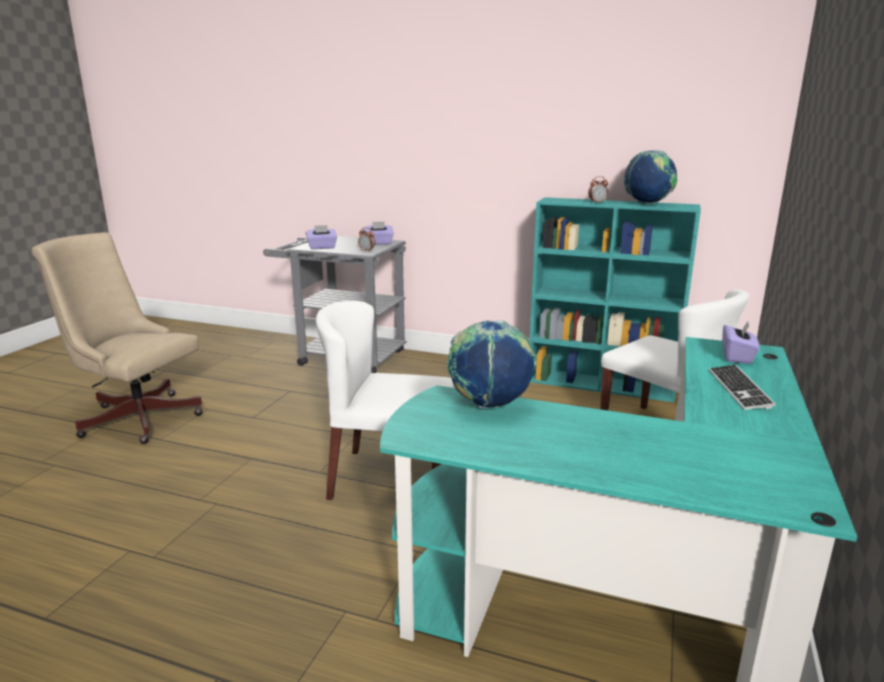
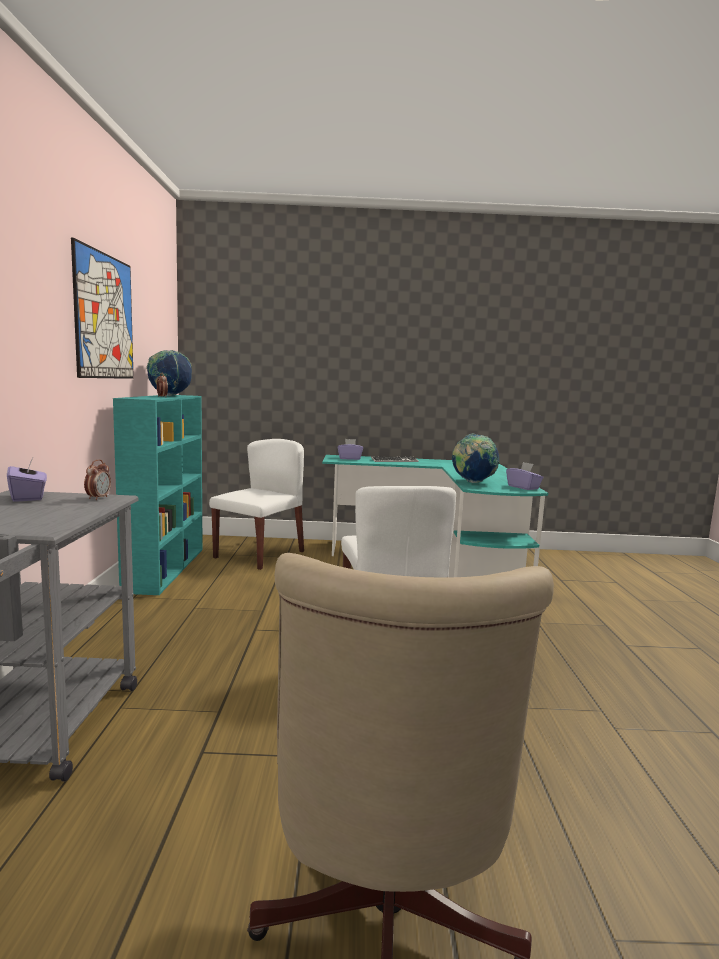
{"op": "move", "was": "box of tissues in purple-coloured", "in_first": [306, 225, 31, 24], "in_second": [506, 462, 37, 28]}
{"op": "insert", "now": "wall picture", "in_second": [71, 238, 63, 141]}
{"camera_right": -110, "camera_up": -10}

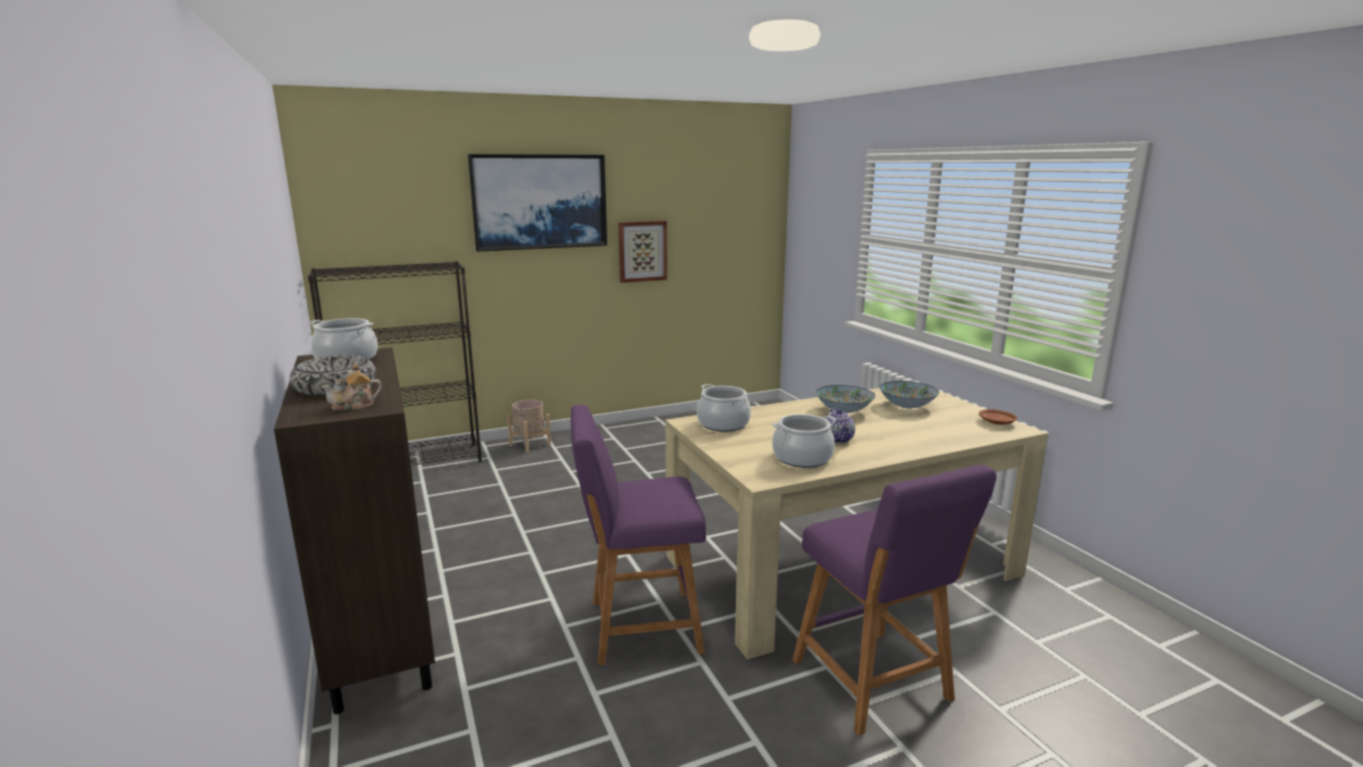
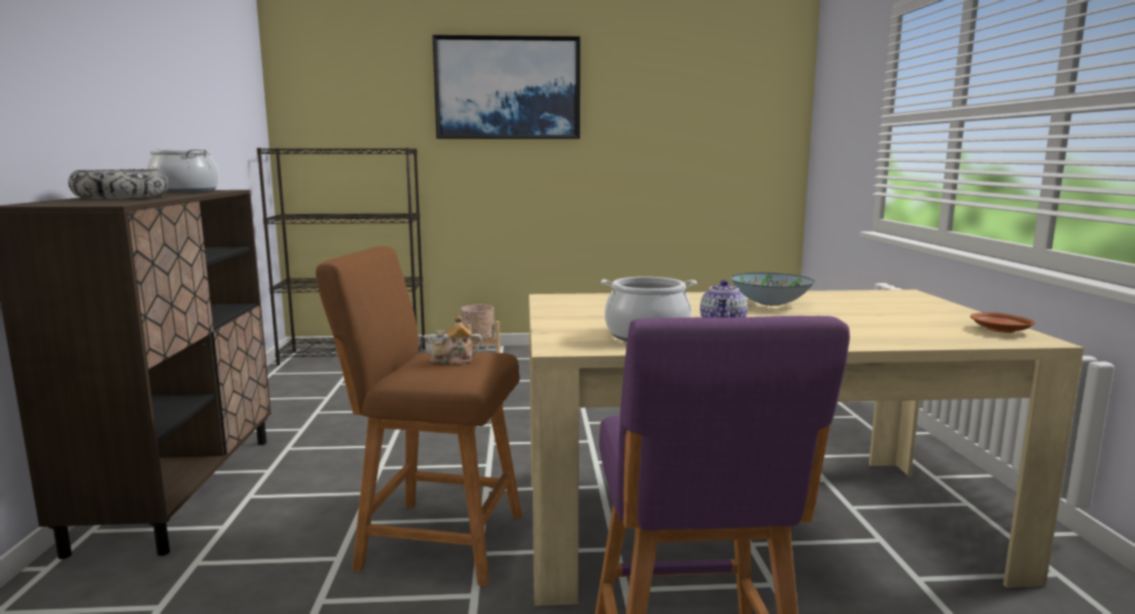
{"op": "move", "was": "teapot", "in_first": [321, 364, 61, 47], "in_second": [422, 315, 60, 50]}
{"op": "recolor", "was": "sitting stool in purple-coloured", "now": "sitting stool in brown-coloured", "in_first": [571, 405, 135, 260], "in_second": [316, 246, 206, 340]}
{"op": "delete", "was": "wall picture", "in_first": [618, 221, 49, 62]}
{"op": "delete", "was": "stockpot", "in_first": [697, 384, 54, 48]}
{"op": "delete", "was": "bowl", "in_first": [879, 381, 60, 28]}
{"camera_right": 20, "camera_up": -5}

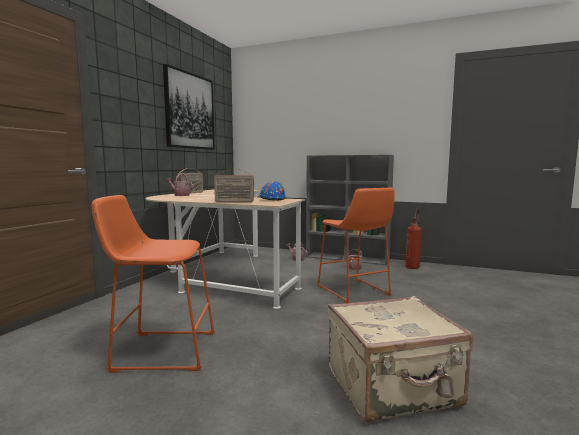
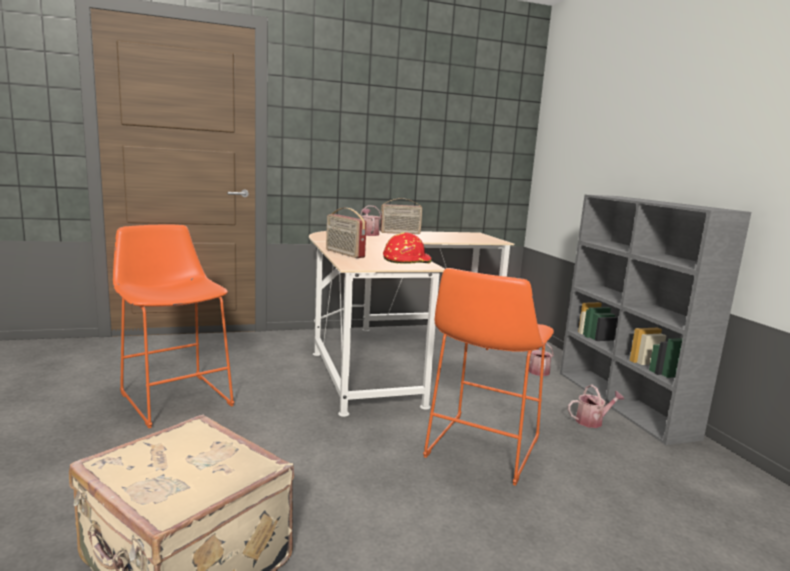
{"op": "delete", "was": "wall picture", "in_first": [163, 64, 52, 86]}
{"op": "recolor", "was": "work helmet in blue", "now": "work helmet in red", "in_first": [260, 181, 27, 20], "in_second": [383, 232, 49, 32]}
{"op": "delete", "was": "fire-fighting cylinder", "in_first": [406, 209, 16, 60]}
{"camera_right": 50, "camera_up": 5}

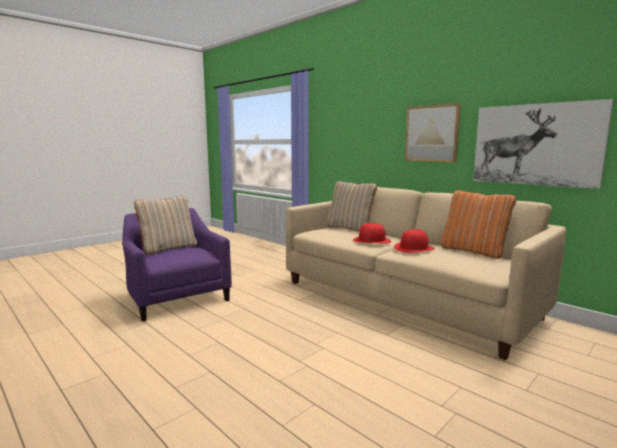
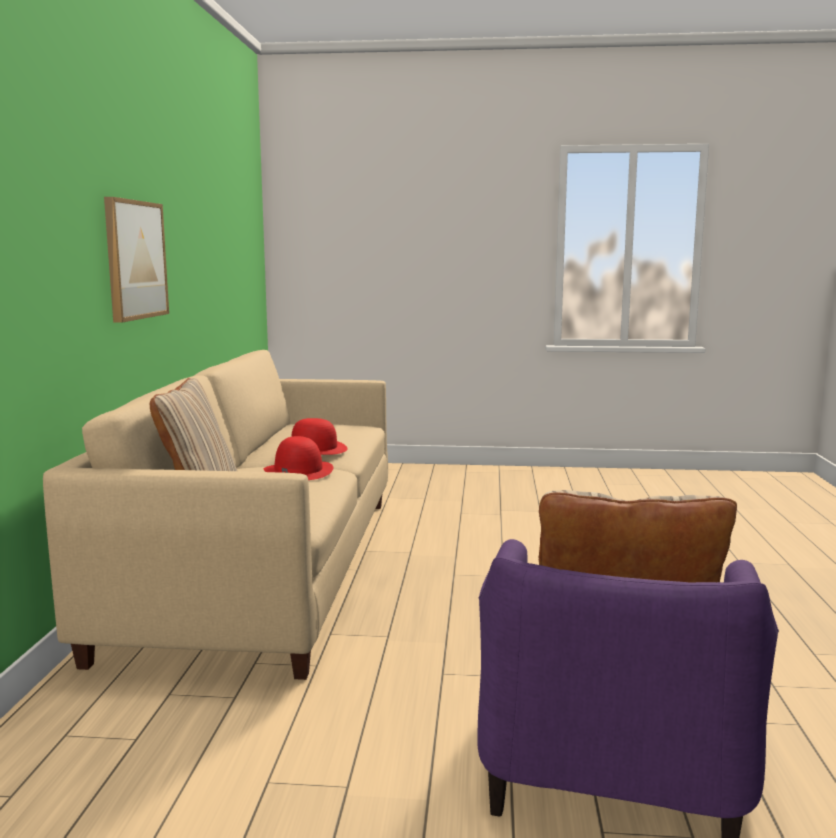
{"op": "delete", "was": "pillow in orange-coloured", "in_first": [441, 190, 75, 69]}
{"op": "delete", "was": "wall picture", "in_first": [473, 99, 141, 90]}
{"camera_right": -130, "camera_up": 0}

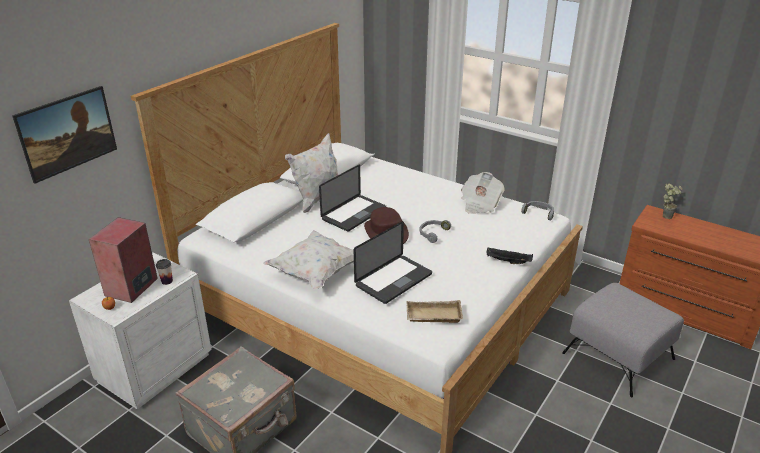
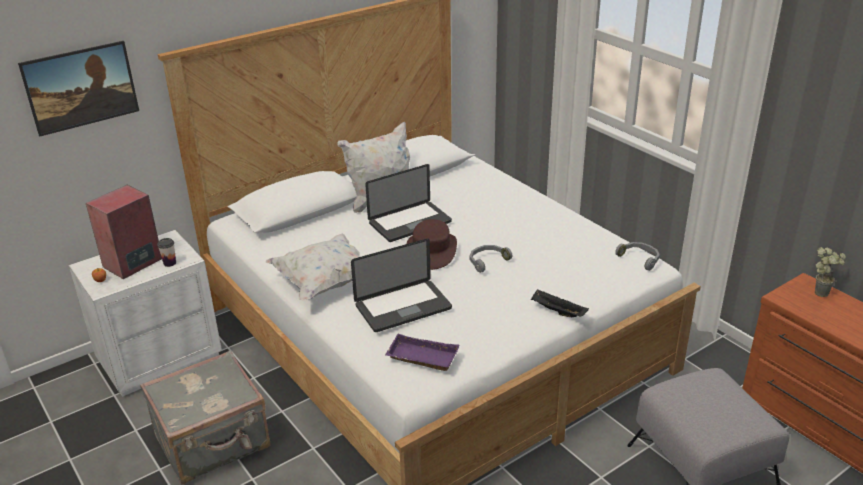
{"op": "recolor", "was": "tray in beige", "now": "tray in purple-coloured", "in_first": [406, 300, 57, 23], "in_second": [385, 334, 75, 37]}
{"op": "delete", "was": "printed paper", "in_first": [461, 172, 44, 42]}
{"camera_right": 20, "camera_up": 0}

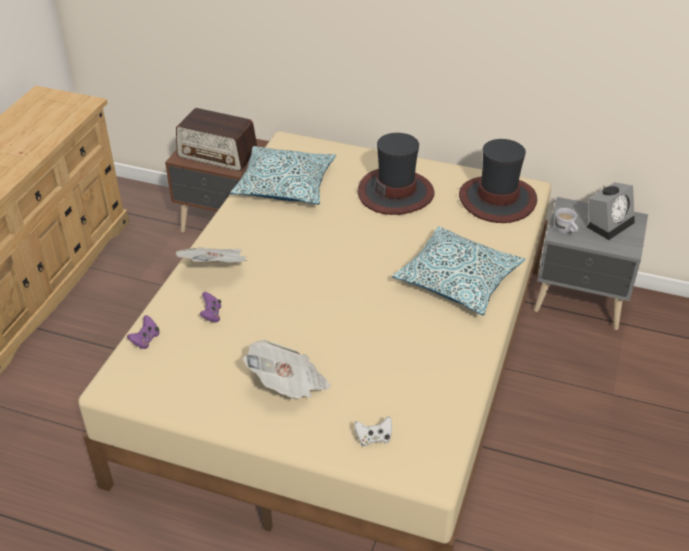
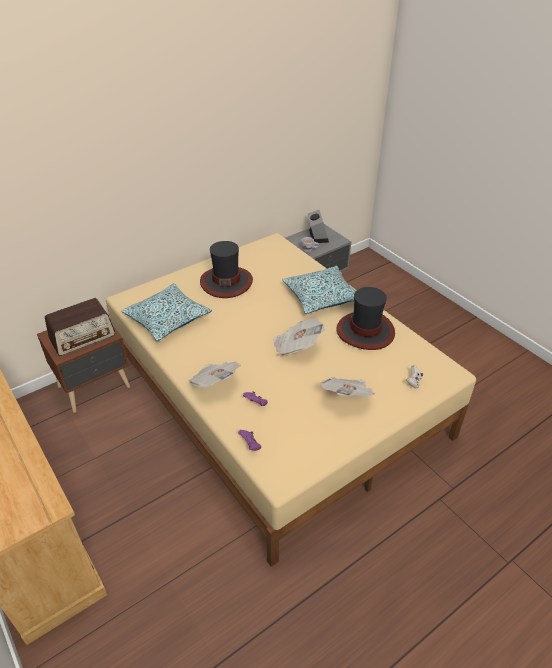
{"op": "move", "was": "hat", "in_first": [459, 139, 78, 84], "in_second": [337, 287, 58, 63]}
{"op": "insert", "now": "printed paper", "in_second": [273, 318, 51, 38]}
{"camera_right": -55, "camera_up": 0}

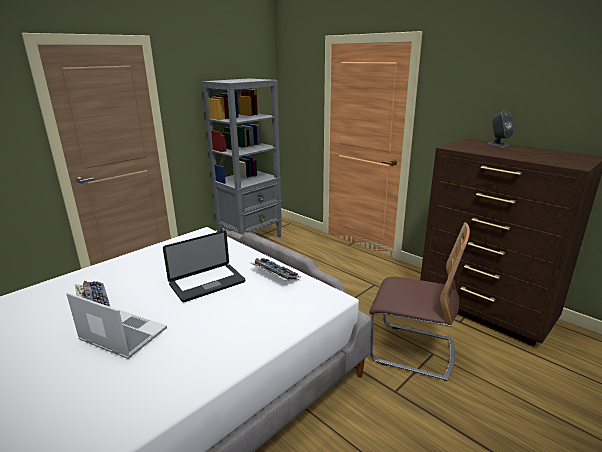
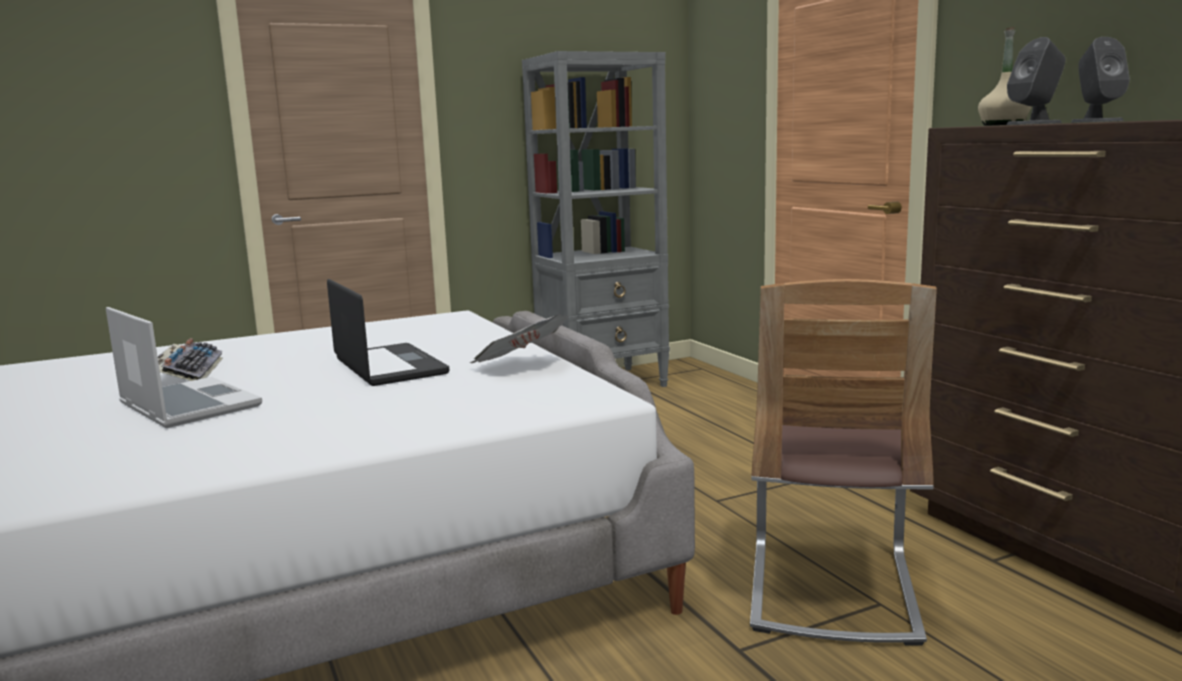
{"op": "rotate", "was": "notebook computer", "in_first": [163, 230, 82, 72], "in_second": [327, 279, 122, 107], "clockwise": -105}
{"op": "replace", "was": "keyboard", "now": "printed paper", "in_first": [250, 258, 52, 22], "in_second": [470, 314, 99, 49]}
{"op": "rotate", "was": "upright chair", "in_first": [370, 222, 100, 159], "in_second": [750, 279, 187, 367], "clockwise": 60}
{"op": "insert", "now": "beverage bottle in beige", "in_second": [978, 27, 54, 99]}
{"op": "insert", "now": "loudspeaker in grey", "in_second": [1006, 37, 60, 88]}
{"camera_right": 20, "camera_up": -10}

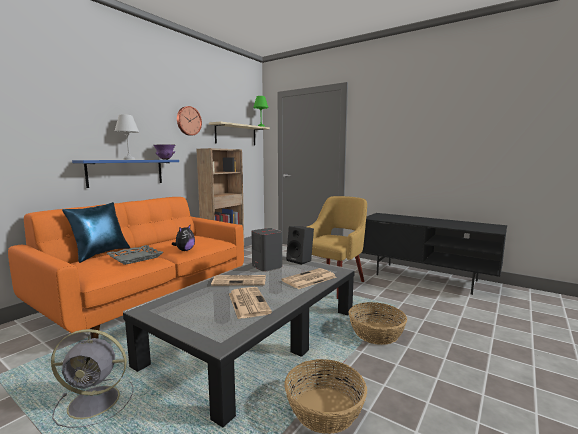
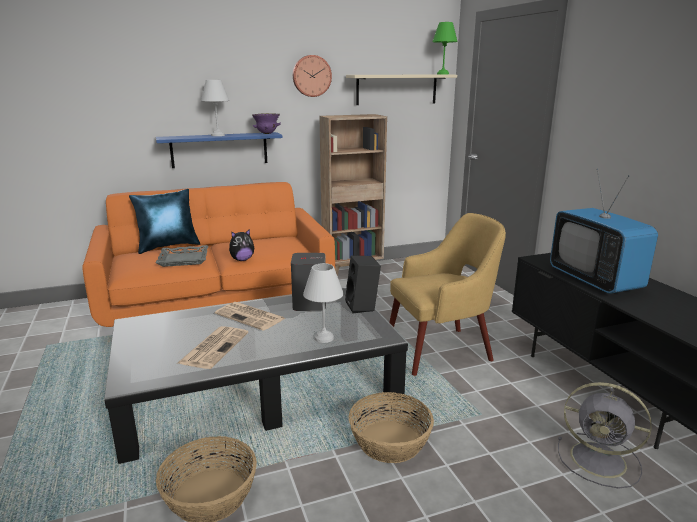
{"op": "move", "was": "electric fan in grey", "in_first": [51, 329, 82, 99], "in_second": [558, 382, 94, 106]}
{"op": "replace", "was": "printed paper", "now": "lamp for a table in white", "in_first": [281, 268, 56, 21], "in_second": [303, 263, 41, 80]}
{"op": "insert", "now": "TV set", "in_second": [550, 169, 108, 125]}
{"camera_right": 35, "camera_up": 10}

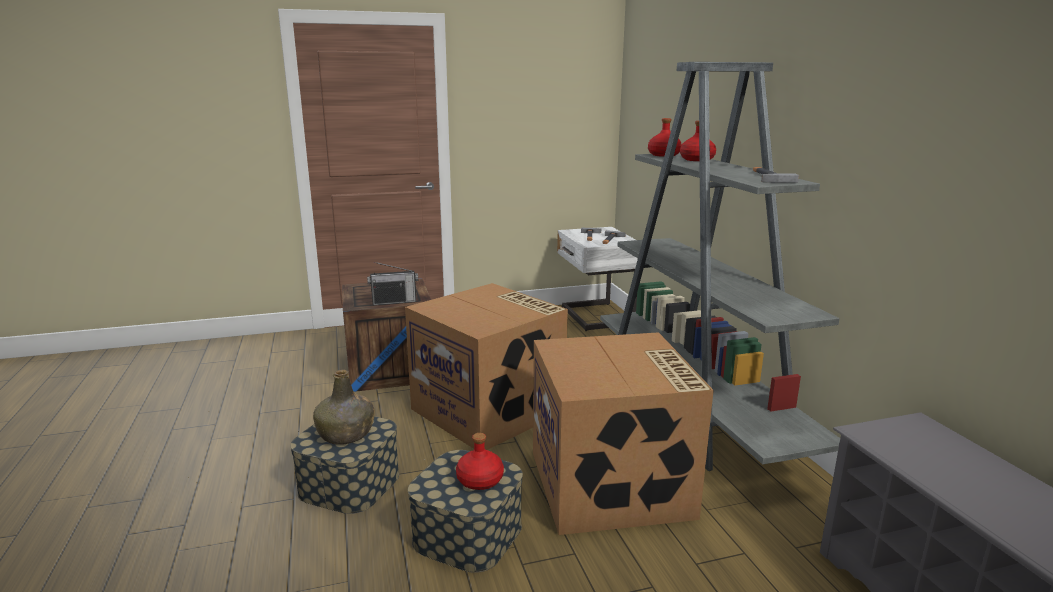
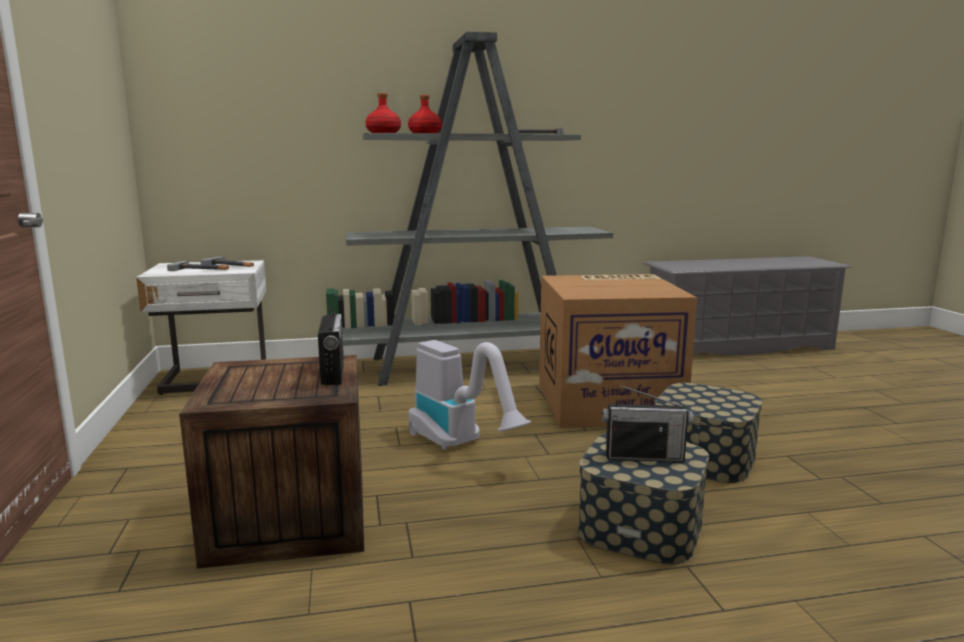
{"op": "replace", "was": "beverage bottle in green", "now": "radio receiver", "in_first": [313, 370, 62, 75], "in_second": [602, 385, 92, 77]}
{"op": "replace", "was": "packing box", "now": "vacuum cleaner", "in_first": [405, 283, 163, 167], "in_second": [409, 340, 122, 110]}
{"op": "delete", "was": "beverage bottle in red", "in_first": [456, 433, 48, 57]}
{"camera_right": -85, "camera_up": -5}

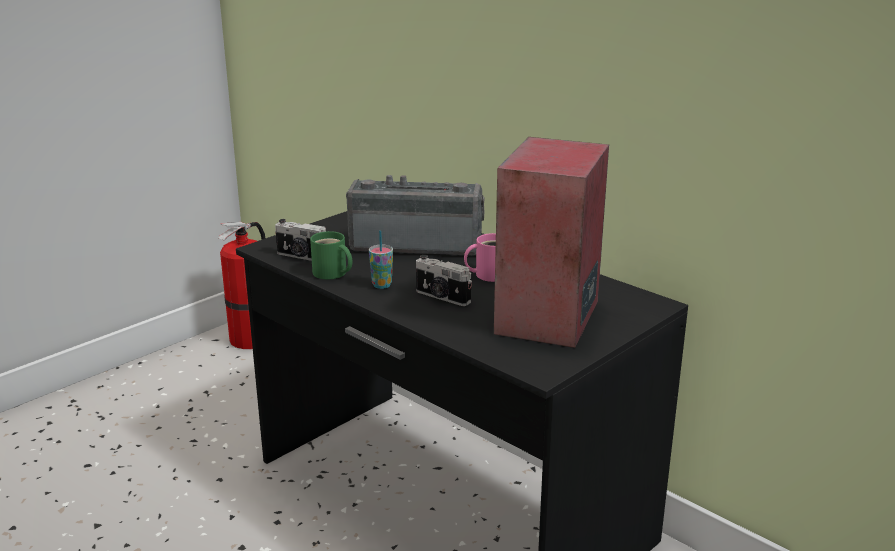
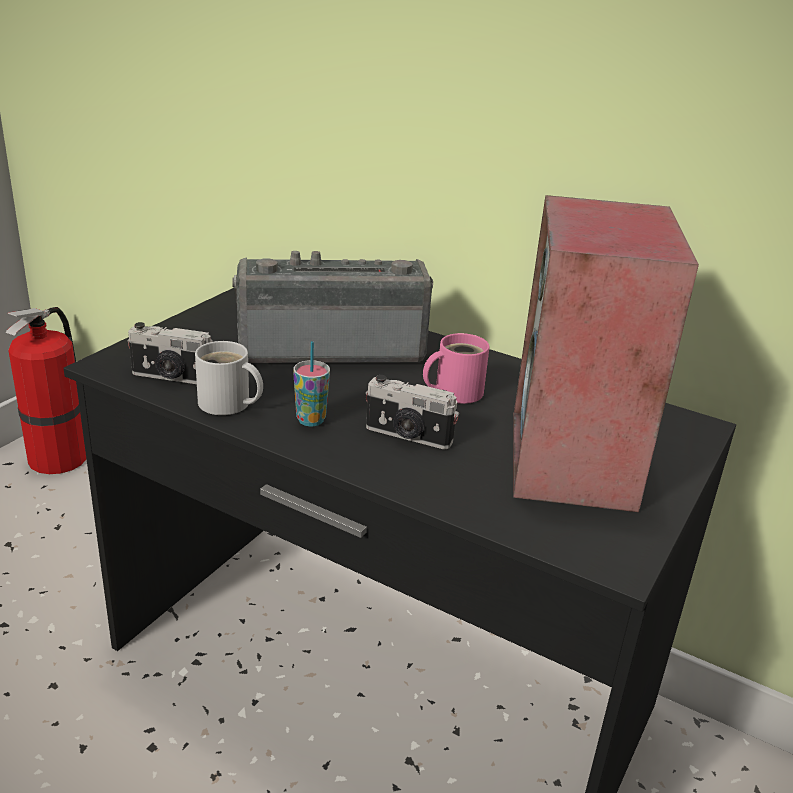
{"op": "recolor", "was": "tea mug in green", "now": "tea mug in white", "in_first": [310, 231, 42, 48], "in_second": [195, 341, 68, 74]}
{"camera_right": -15, "camera_up": 5}

